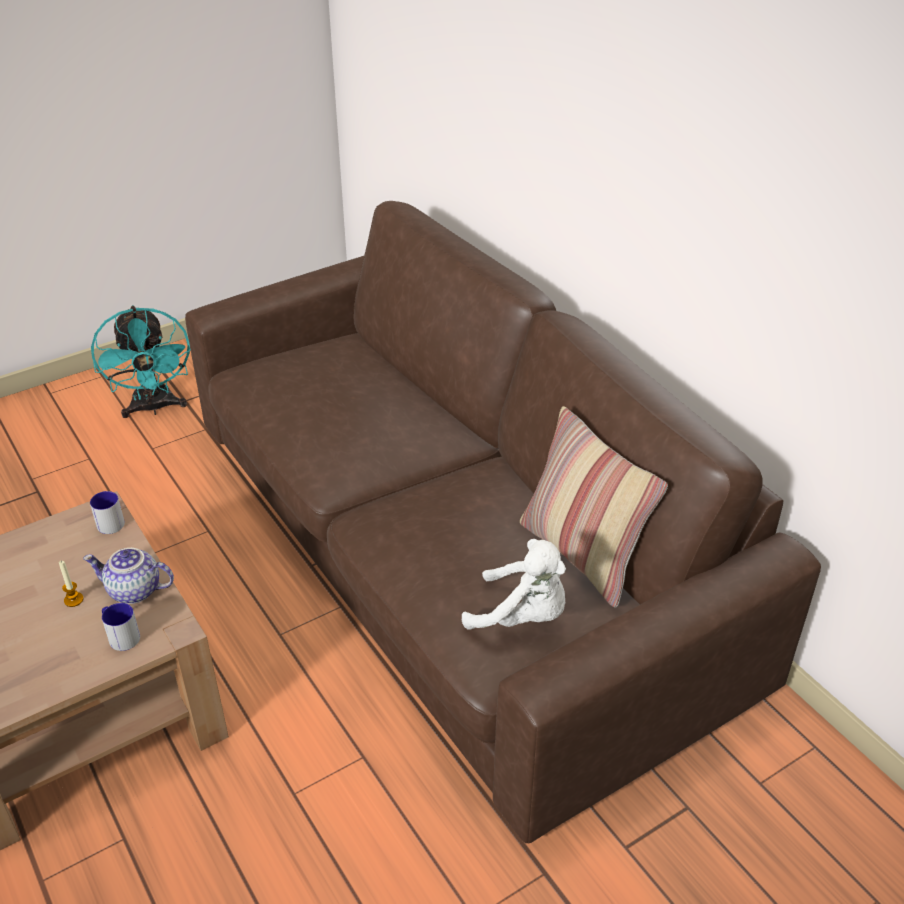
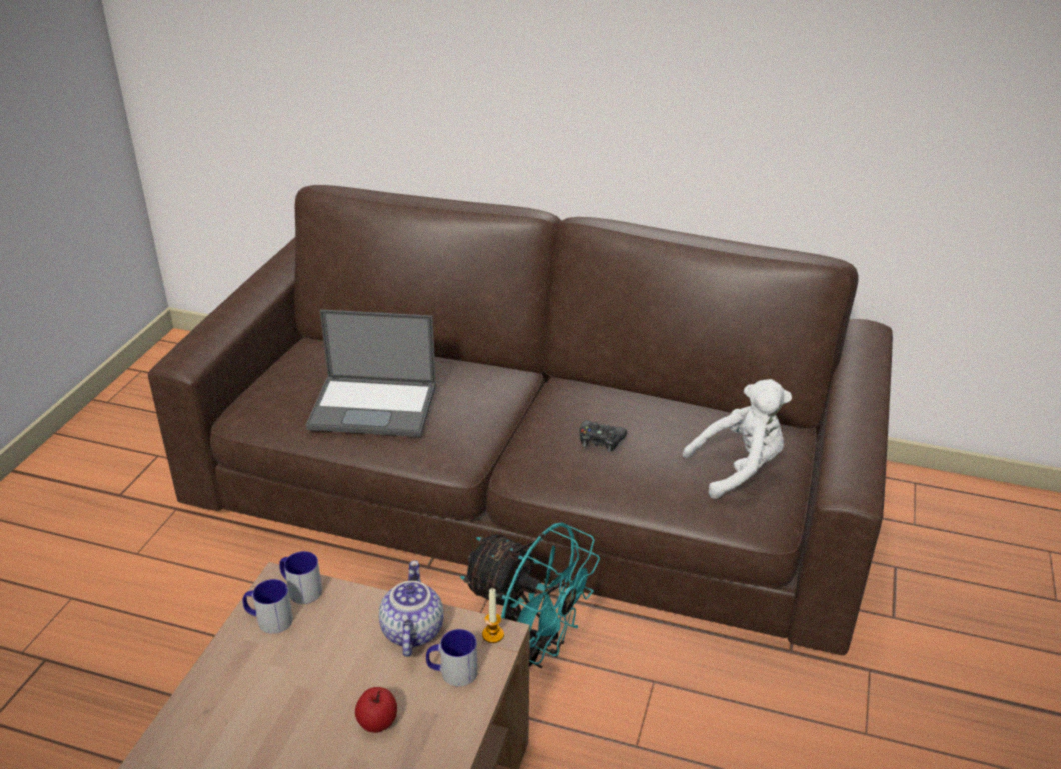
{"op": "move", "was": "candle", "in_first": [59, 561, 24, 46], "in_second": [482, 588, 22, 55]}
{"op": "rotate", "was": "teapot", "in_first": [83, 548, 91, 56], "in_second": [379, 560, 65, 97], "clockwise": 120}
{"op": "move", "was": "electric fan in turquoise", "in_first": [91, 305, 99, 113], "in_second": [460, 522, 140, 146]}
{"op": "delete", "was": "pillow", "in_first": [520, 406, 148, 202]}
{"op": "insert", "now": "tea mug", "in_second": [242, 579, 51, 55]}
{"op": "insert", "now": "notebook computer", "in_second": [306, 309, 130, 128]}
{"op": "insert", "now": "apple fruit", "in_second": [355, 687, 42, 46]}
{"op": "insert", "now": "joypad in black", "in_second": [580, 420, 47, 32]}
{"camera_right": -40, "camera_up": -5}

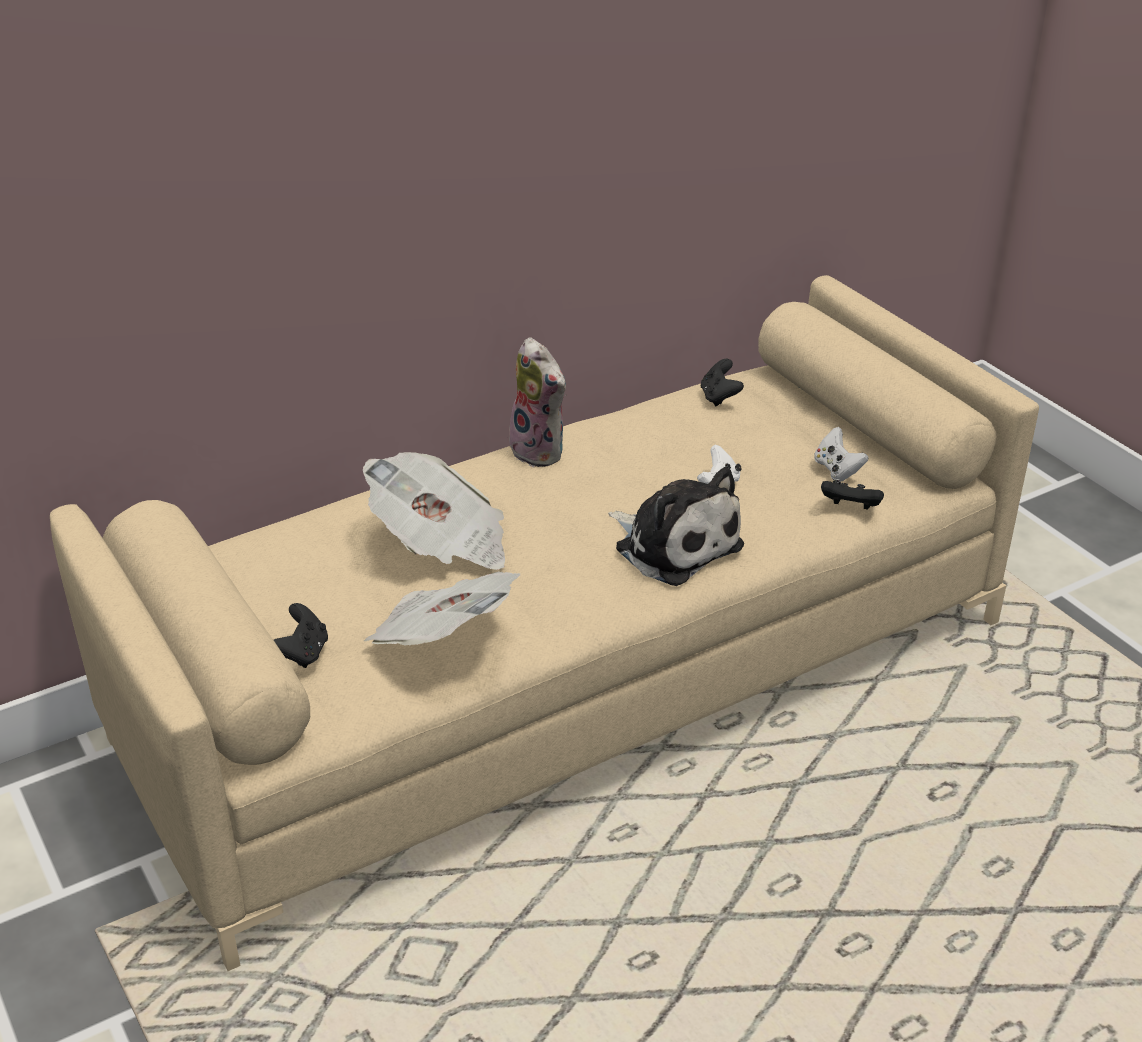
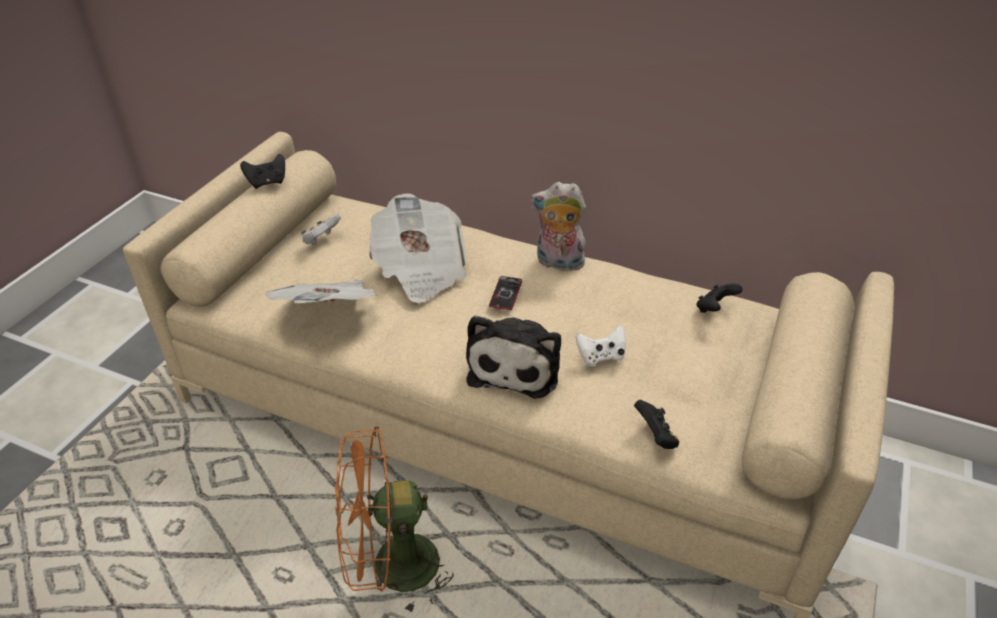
{"op": "move", "was": "joypad in black", "in_first": [274, 603, 54, 65], "in_second": [240, 154, 45, 35]}
{"op": "rotate", "was": "cuddly toy", "in_first": [505, 337, 62, 130], "in_second": [531, 182, 55, 89], "clockwise": 90}
{"op": "move", "was": "joypad in white", "in_first": [814, 427, 54, 55], "in_second": [301, 214, 40, 30]}
{"op": "insert", "now": "electric fan in orange-coloured", "in_second": [335, 427, 119, 189]}
{"op": "insert", "now": "telephone", "in_second": [489, 276, 33, 34]}
{"camera_right": 55, "camera_up": 5}

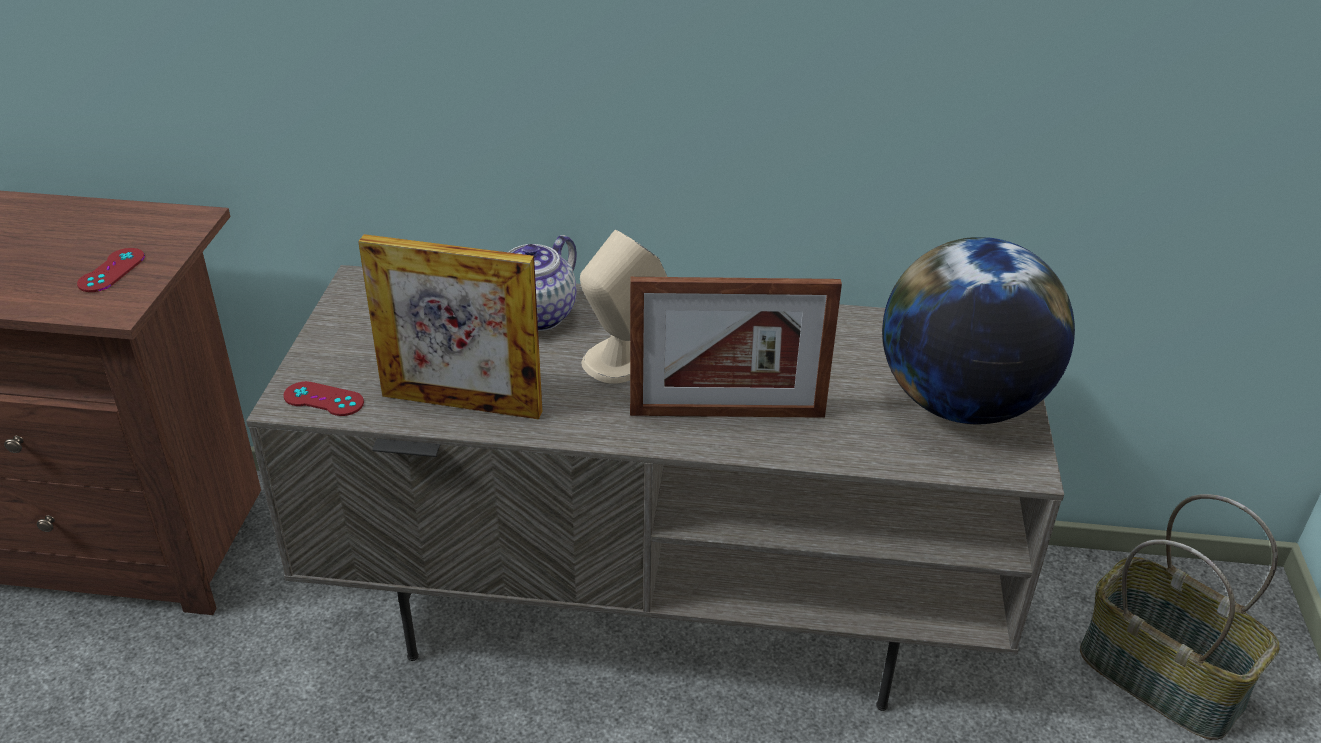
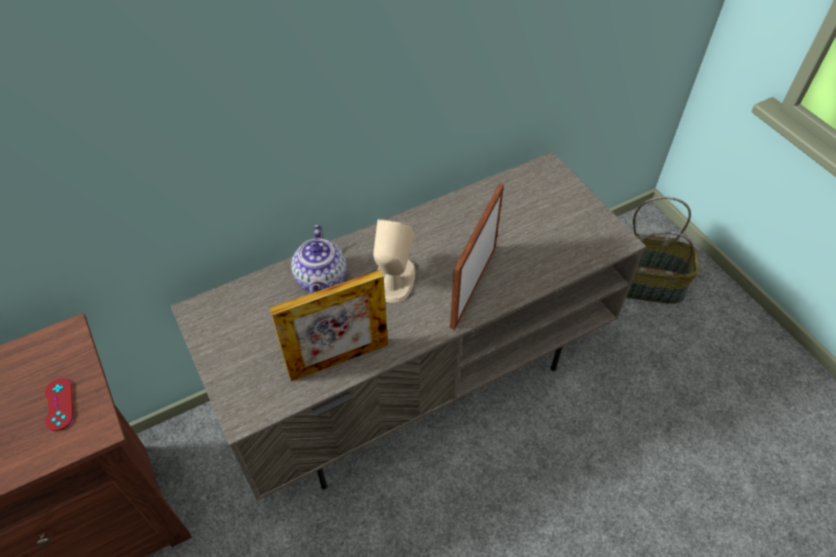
{"op": "delete", "was": "joypad in red", "in_first": [284, 381, 80, 35]}
{"op": "rotate", "was": "picture frame", "in_first": [630, 277, 212, 141], "in_second": [450, 183, 54, 147], "clockwise": 150}
{"op": "delete", "was": "world globe", "in_first": [882, 237, 193, 187]}
{"camera_right": -35, "camera_up": 15}

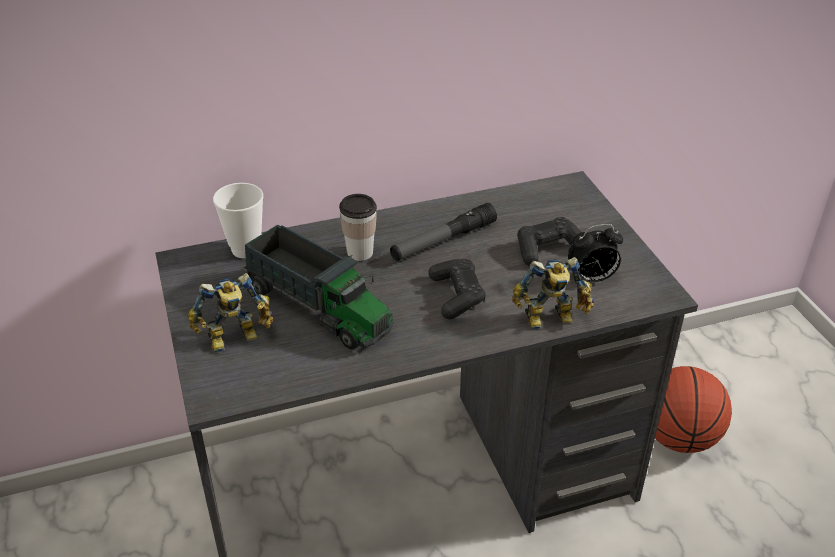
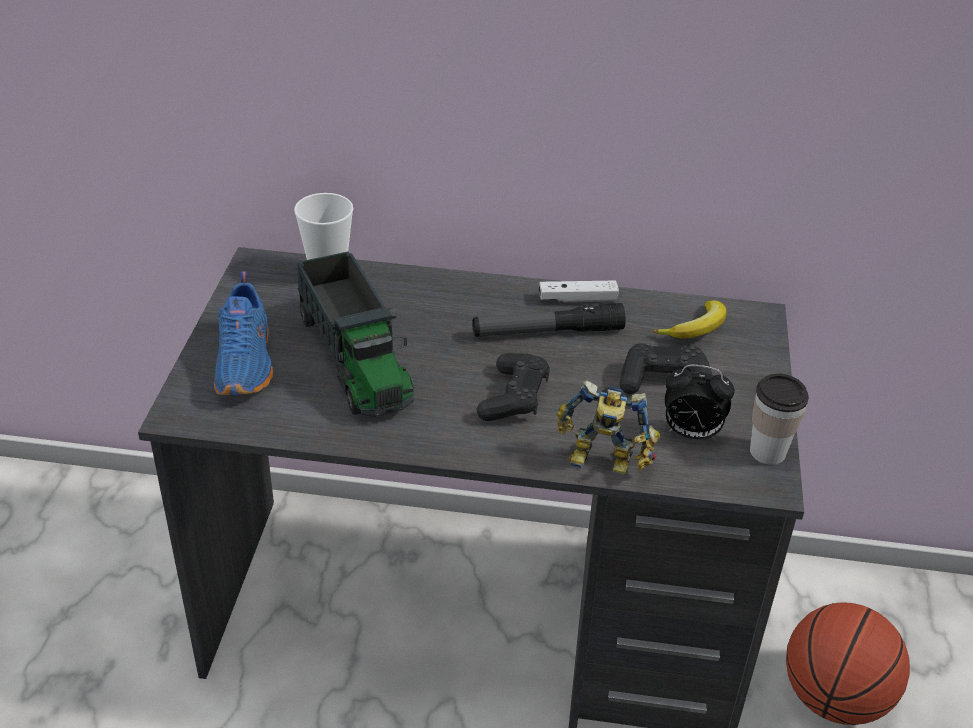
{"op": "replace", "was": "robot figure", "now": "low shoe in blue", "in_first": [188, 273, 85, 80], "in_second": [214, 271, 59, 124]}
{"op": "move", "was": "drinking cup", "in_first": [339, 194, 38, 67], "in_second": [750, 373, 59, 92]}
{"op": "insert", "now": "joypad in white", "in_second": [539, 280, 80, 22]}
{"op": "insert", "now": "banana", "in_second": [653, 300, 74, 39]}
{"camera_right": 25, "camera_up": 0}

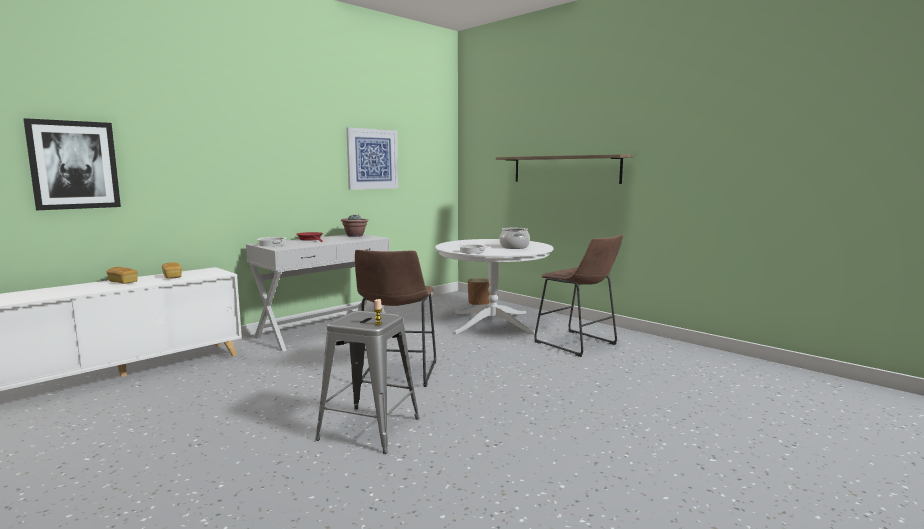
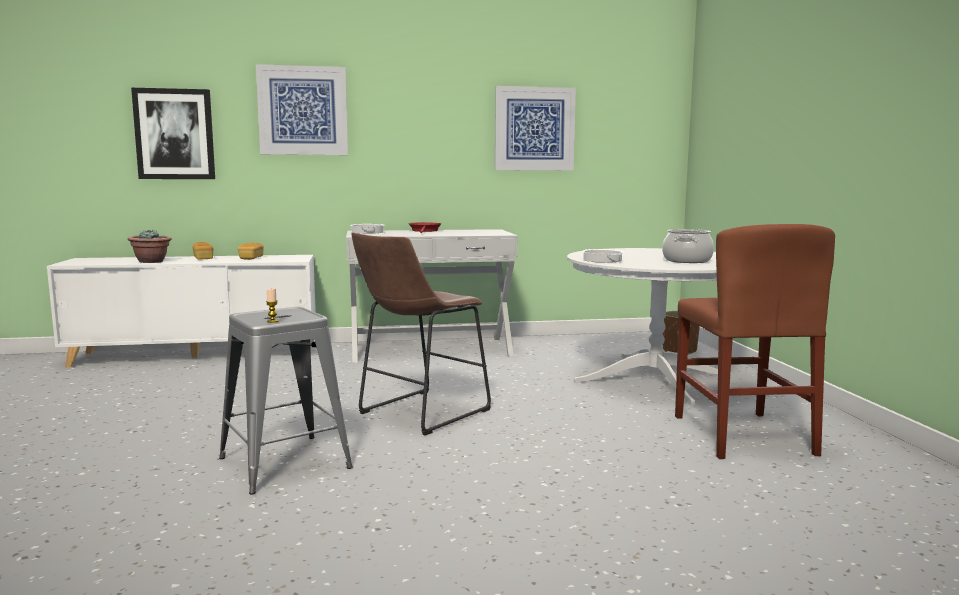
{"op": "move", "was": "potted plant", "in_first": [341, 214, 27, 23], "in_second": [128, 229, 44, 34]}
{"op": "delete", "was": "wall shelf", "in_first": [496, 154, 137, 30]}
{"op": "replace", "was": "sitting stool in brown-coloured", "now": "upright chair in brown-coloured", "in_first": [534, 234, 89, 123], "in_second": [675, 224, 160, 235]}
{"op": "insert", "now": "wall picture", "in_second": [256, 64, 92, 91]}
{"camera_right": 35, "camera_up": 0}

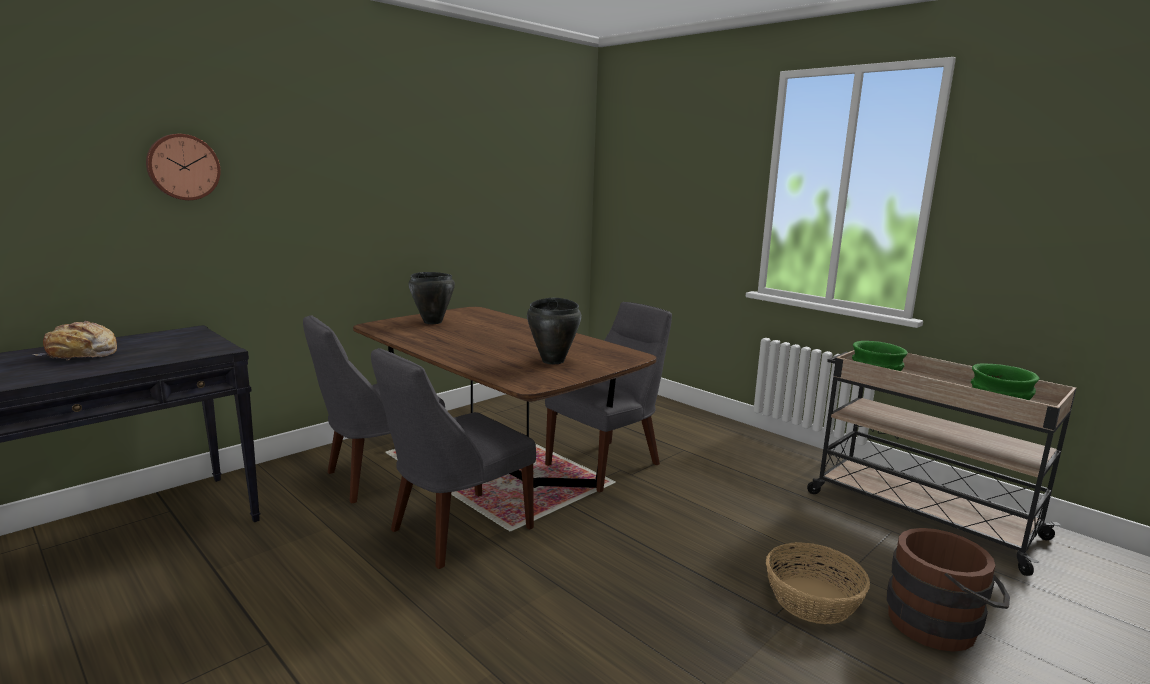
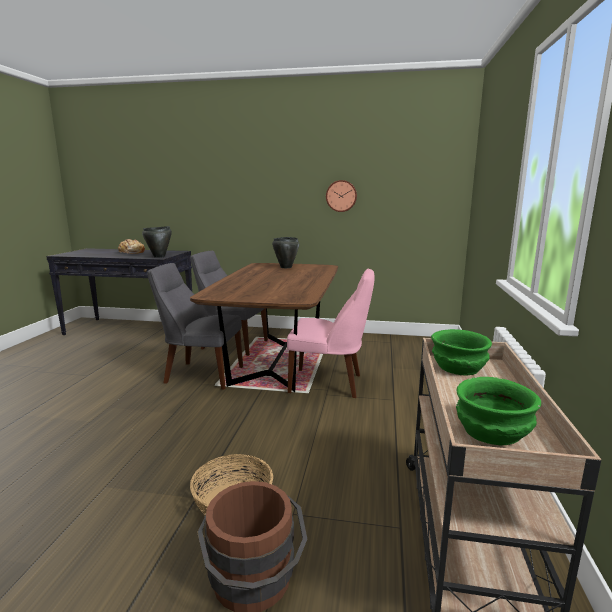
{"op": "move", "was": "clock on the wall", "in_first": [146, 134, 75, 66], "in_second": [326, 180, 31, 32]}
{"op": "move", "was": "stockpot in black", "in_first": [527, 298, 54, 66], "in_second": [142, 226, 30, 32]}
{"op": "recolor", "was": "upright chair in grey", "now": "upright chair in pink", "in_first": [545, 302, 127, 190], "in_second": [287, 269, 88, 129]}
{"camera_right": 55, "camera_up": 0}

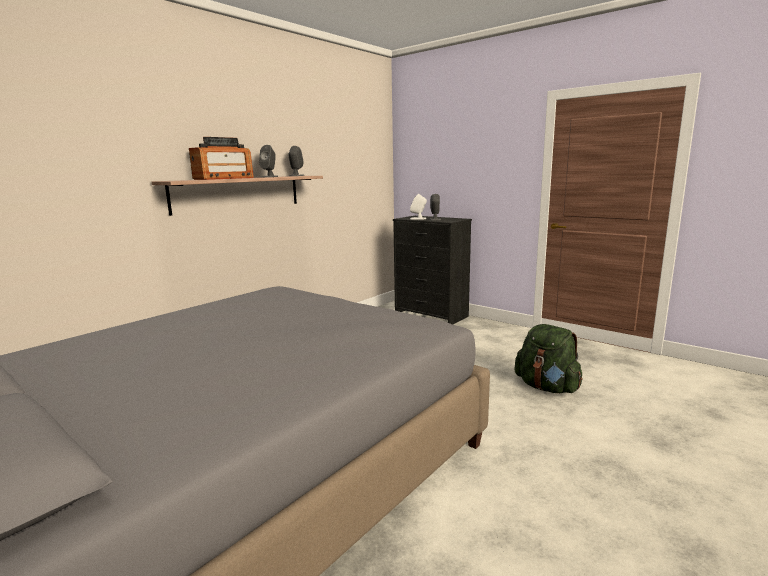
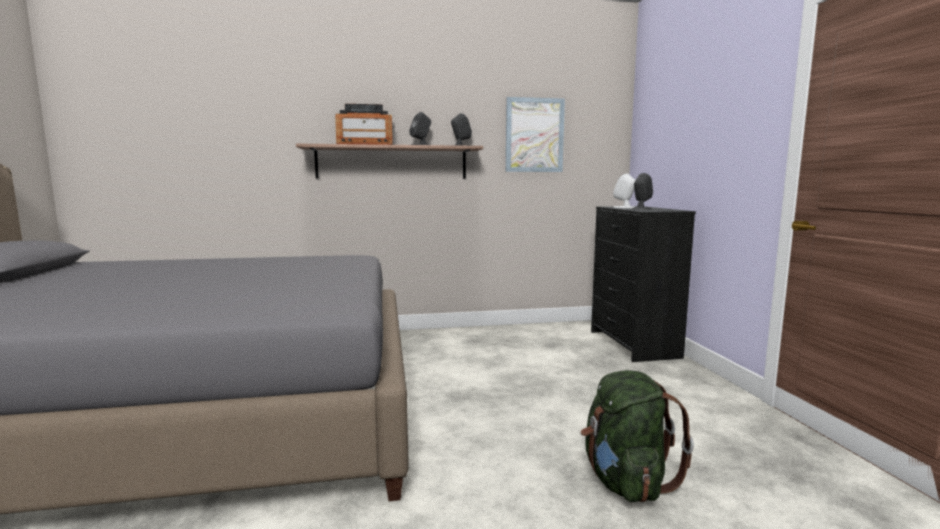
{"op": "insert", "now": "wall picture", "in_second": [506, 97, 59, 75]}
{"camera_right": 40, "camera_up": -5}

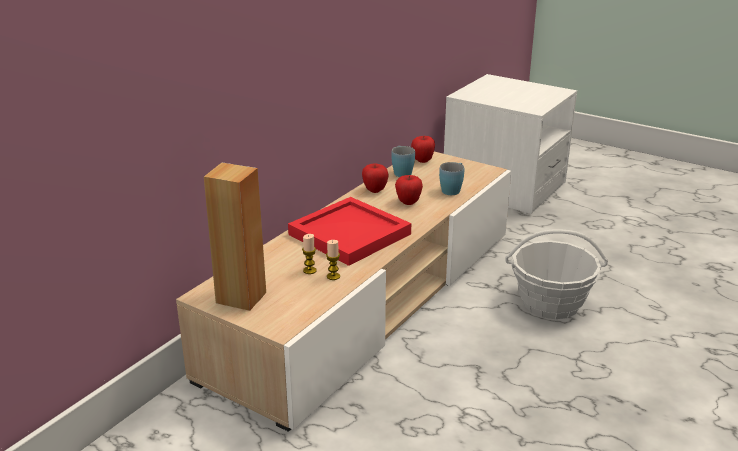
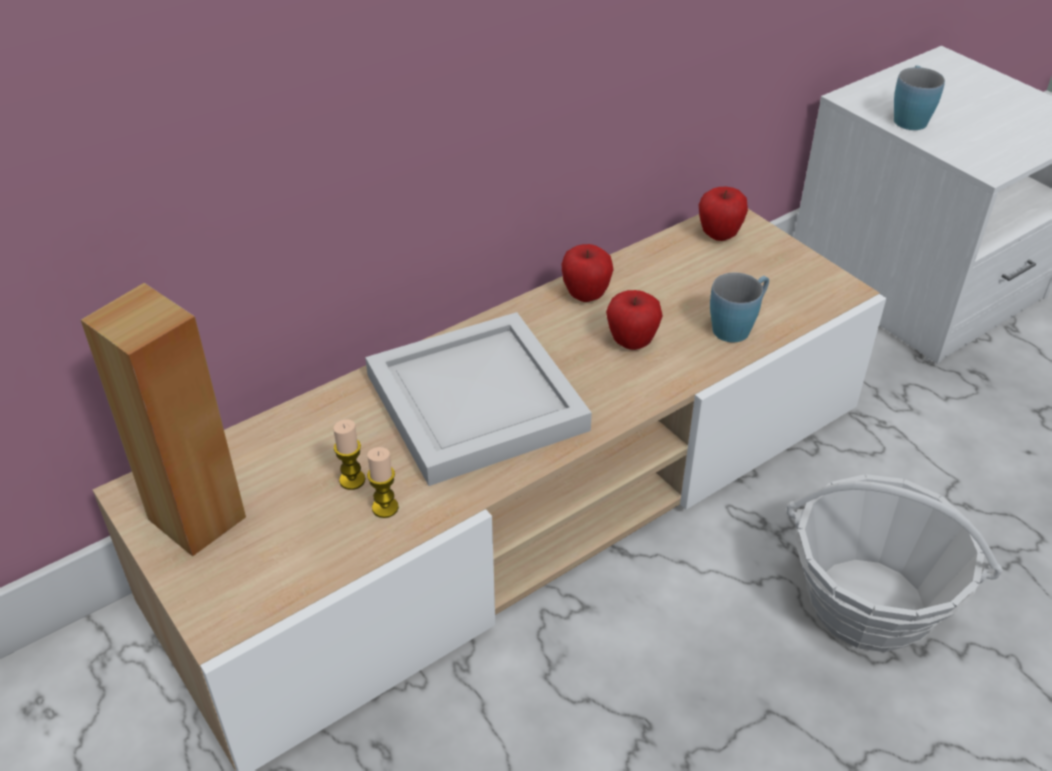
{"op": "recolor", "was": "tray in red", "now": "tray in white", "in_first": [288, 197, 123, 69], "in_second": [365, 312, 227, 174]}
{"op": "move", "was": "tea mug in blue", "in_first": [392, 146, 23, 31], "in_second": [894, 66, 51, 64]}
{"camera_right": 20, "camera_up": 15}

